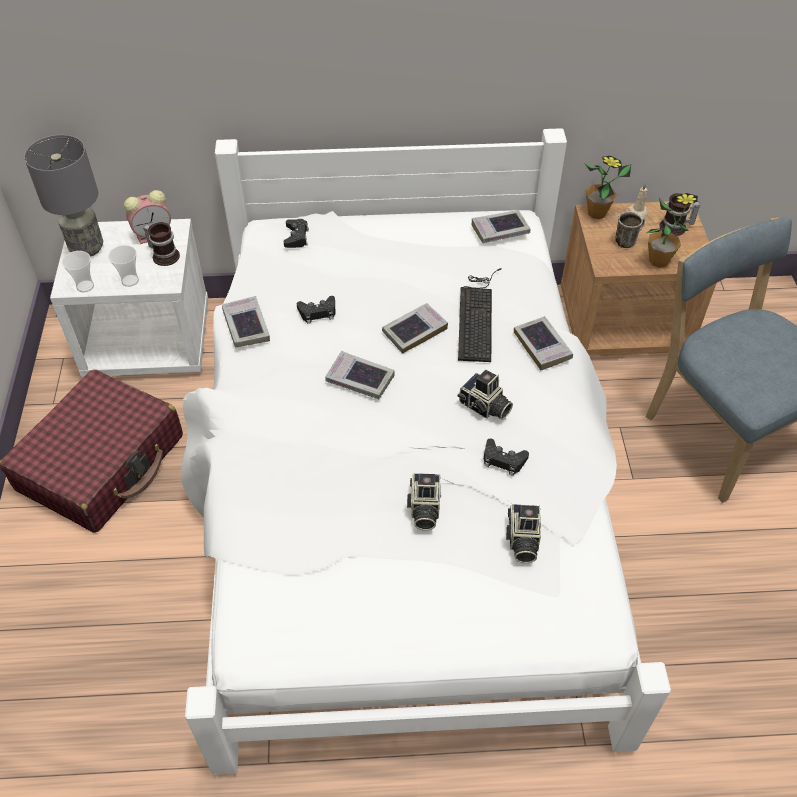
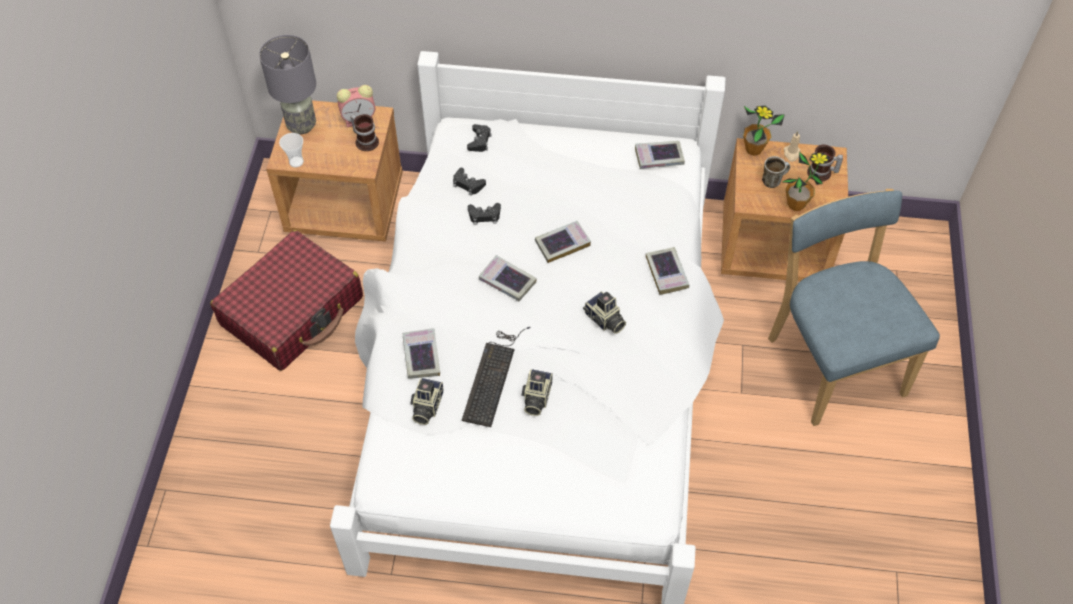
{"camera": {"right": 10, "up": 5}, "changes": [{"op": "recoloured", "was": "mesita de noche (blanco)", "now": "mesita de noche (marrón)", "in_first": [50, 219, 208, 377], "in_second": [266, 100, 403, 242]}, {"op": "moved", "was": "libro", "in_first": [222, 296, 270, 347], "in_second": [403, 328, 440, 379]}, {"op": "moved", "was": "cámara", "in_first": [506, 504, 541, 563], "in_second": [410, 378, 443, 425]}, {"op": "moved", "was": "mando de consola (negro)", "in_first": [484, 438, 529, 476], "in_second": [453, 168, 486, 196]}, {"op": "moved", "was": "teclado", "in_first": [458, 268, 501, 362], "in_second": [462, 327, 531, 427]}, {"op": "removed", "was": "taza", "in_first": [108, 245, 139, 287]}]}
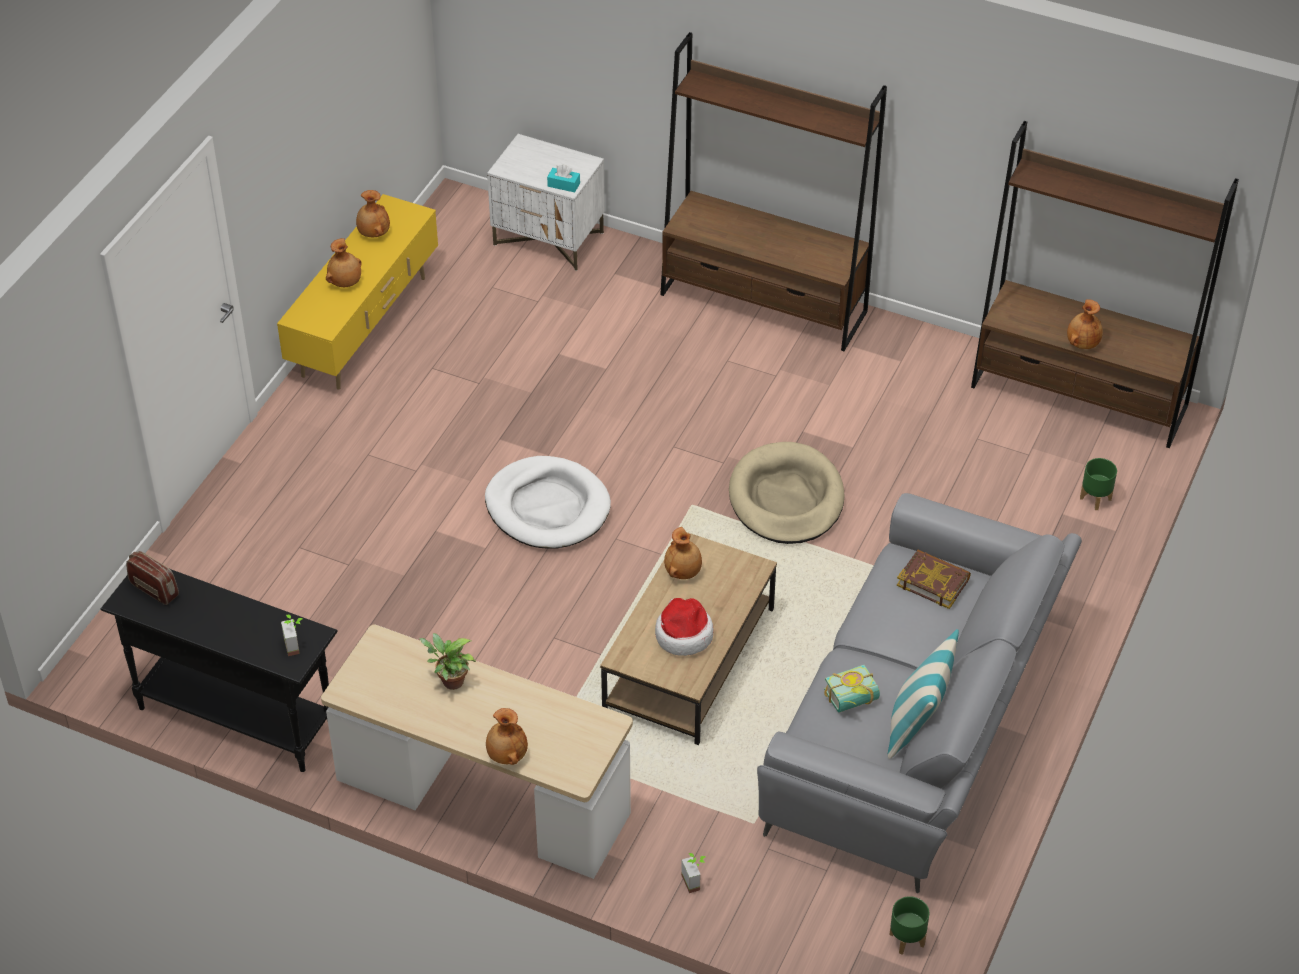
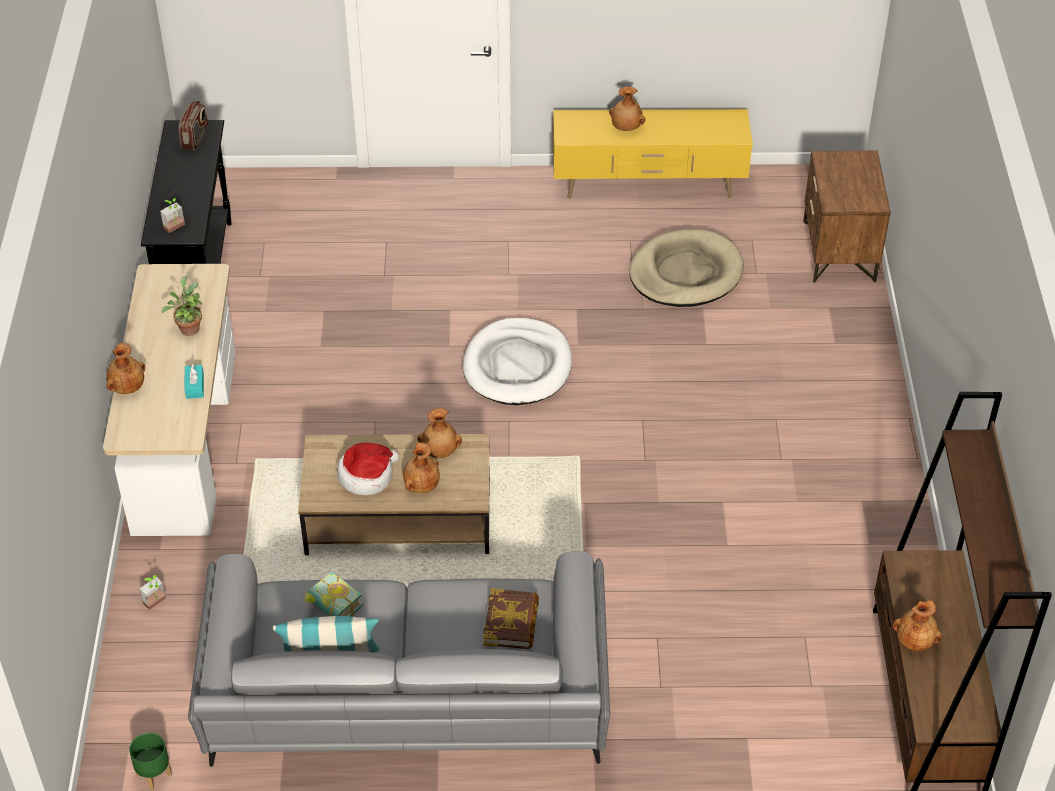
{"camera": {"right": 65, "up": 0}, "changes": [{"op": "moved", "was": "caja de pañuelos (turquesa)", "in_first": [547, 165, 580, 192], "in_second": [184, 364, 204, 399]}, {"op": "moved", "was": "florero (marrón)", "in_first": [356, 190, 390, 237], "in_second": [403, 442, 440, 493]}, {"op": "moved", "was": "cama para perro (beis)", "in_first": [729, 442, 845, 544], "in_second": [629, 229, 744, 307]}, {"op": "recoloured", "was": "mesita de noche (blanco)", "now": "mesita de noche (marrón)", "in_first": [487, 134, 605, 271], "in_second": [803, 151, 891, 283]}, {"op": "removed", "was": "estantería (marrón)", "in_first": [660, 32, 887, 351]}, {"op": "removed", "was": "maceta (verde)", "in_first": [1080, 458, 1117, 510]}]}
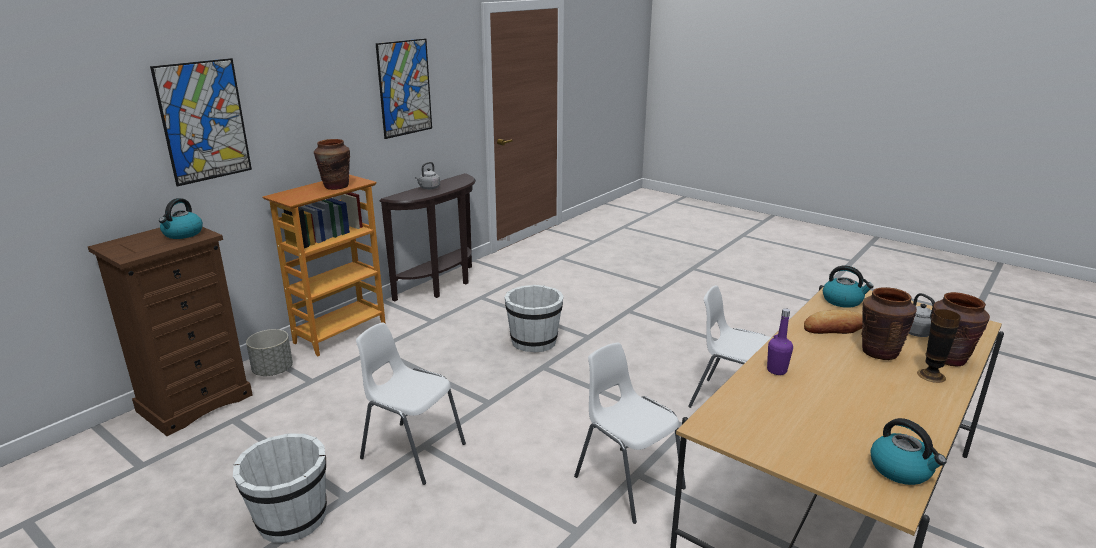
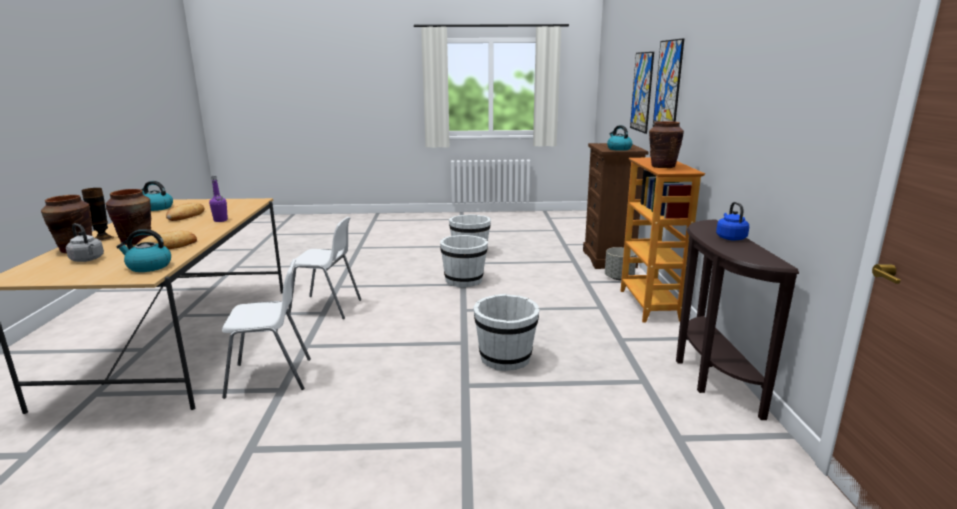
{"camera": {"right": 140, "up": -5}, "changes": [{"op": "added", "now": "pan", "in_second": [166, 202, 205, 221]}, {"op": "replaced", "was": "silla (blanco)", "now": "cubo (blanco)", "in_first": [356, 322, 466, 485], "in_second": [440, 235, 488, 288]}, {"op": "moved", "was": "cuadro", "in_first": [376, 39, 432, 139], "in_second": [630, 52, 654, 134]}, {"op": "recoloured", "was": "hervidor (gris)", "now": "hervidor (azul)", "in_first": [415, 162, 440, 189], "in_second": [716, 202, 749, 241]}]}
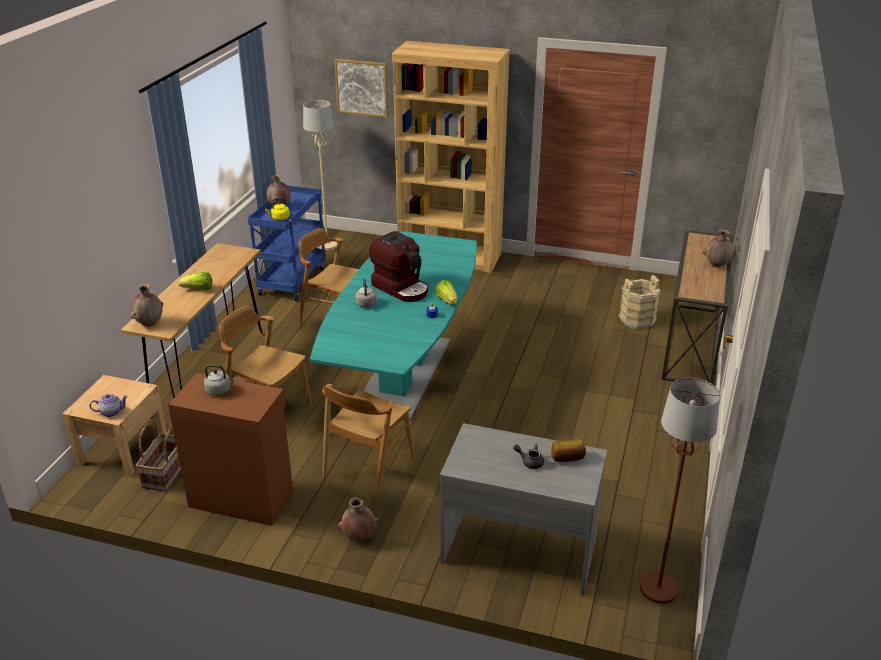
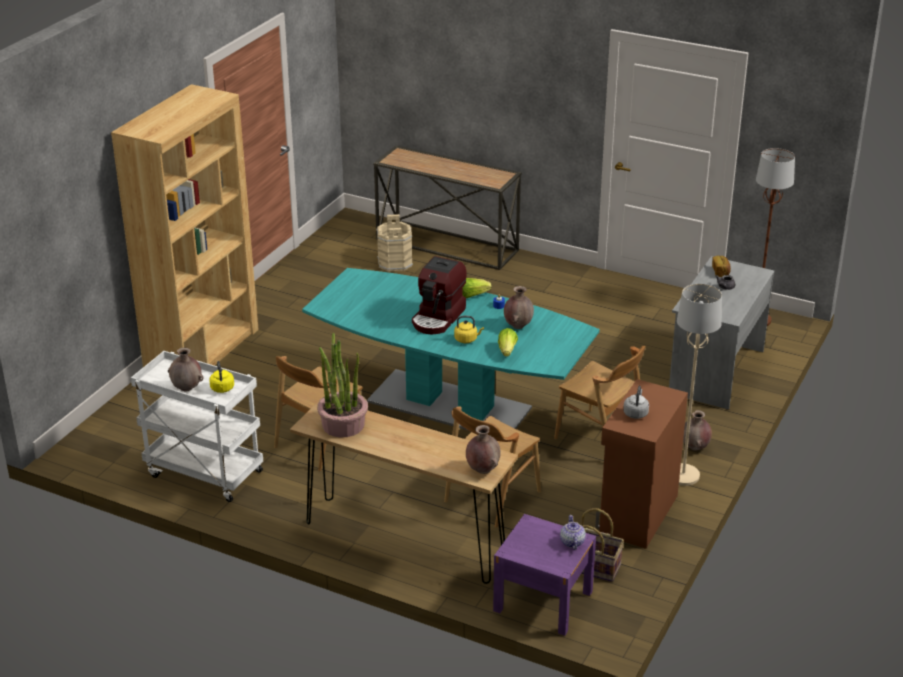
{"camera": {"right": -80, "up": 0}, "changes": [{"op": "recoloured", "was": "carrito (azul)", "now": "carrito (blanco)", "in_first": [248, 185, 326, 301], "in_second": [131, 351, 263, 502]}, {"op": "added", "now": "planta en maceta", "in_second": [317, 333, 368, 437]}, {"op": "turned", "was": "cafetera", "in_first": [369, 231, 428, 302], "in_second": [412, 256, 467, 334], "clockwise": 150}, {"op": "recoloured", "was": "hervidor (gris)", "now": "hervidor (amarillo)", "in_first": [355, 279, 377, 307], "in_second": [454, 316, 484, 343]}, {"op": "recoloured", "was": "mesita de noche (beis)", "now": "mesita de noche (morado)", "in_first": [63, 375, 167, 476], "in_second": [493, 514, 596, 636]}, {"op": "moved", "was": "lechuga", "in_first": [179, 272, 212, 290], "in_second": [498, 328, 518, 357]}, {"op": "moved", "was": "florero (marrón)", "in_first": [703, 229, 736, 267], "in_second": [504, 286, 534, 329]}, {"op": "moved", "was": "lámpara de pie (beis)", "in_first": [303, 100, 337, 250], "in_second": [677, 284, 722, 486]}, {"op": "removed", "was": "cuadro", "in_first": [334, 59, 388, 118]}]}
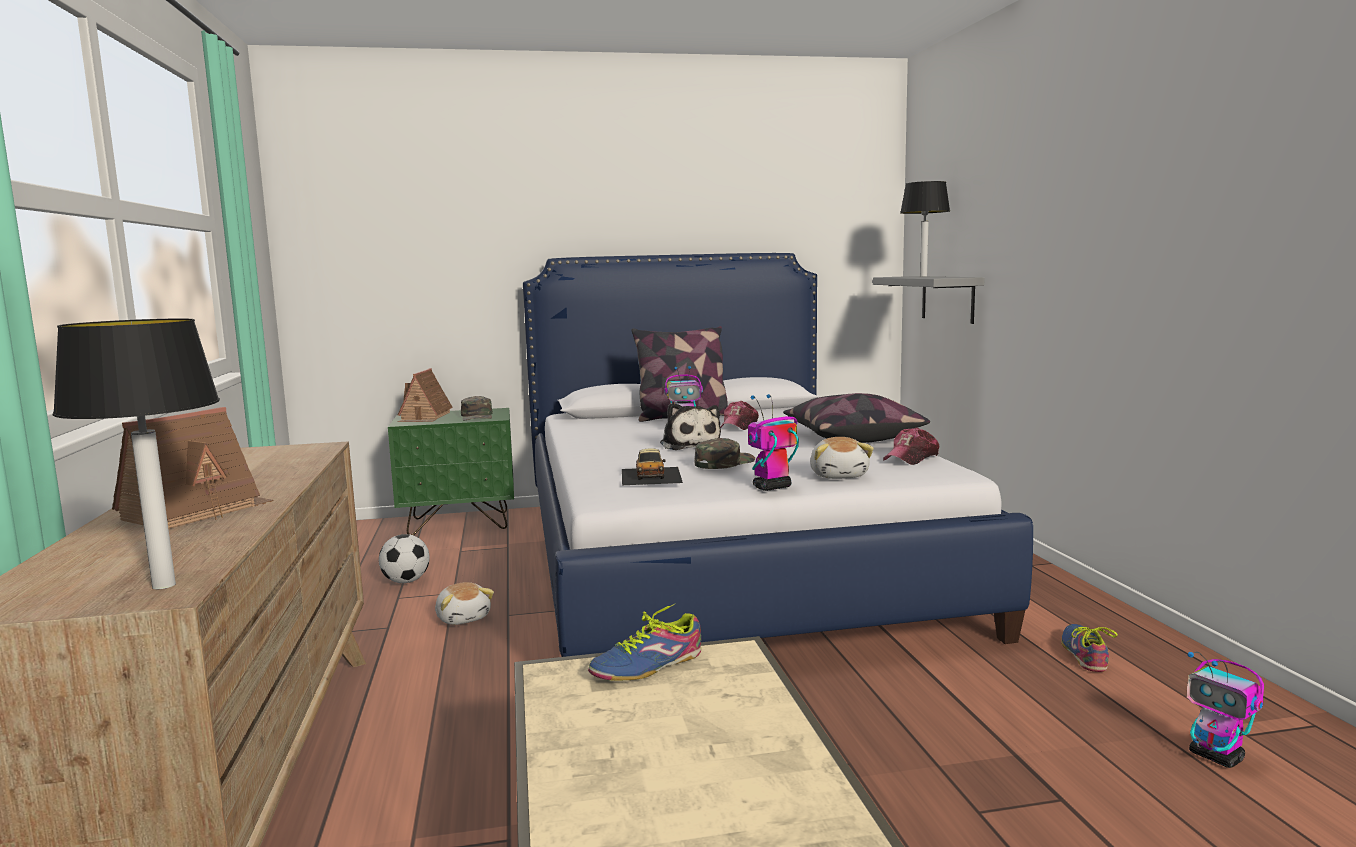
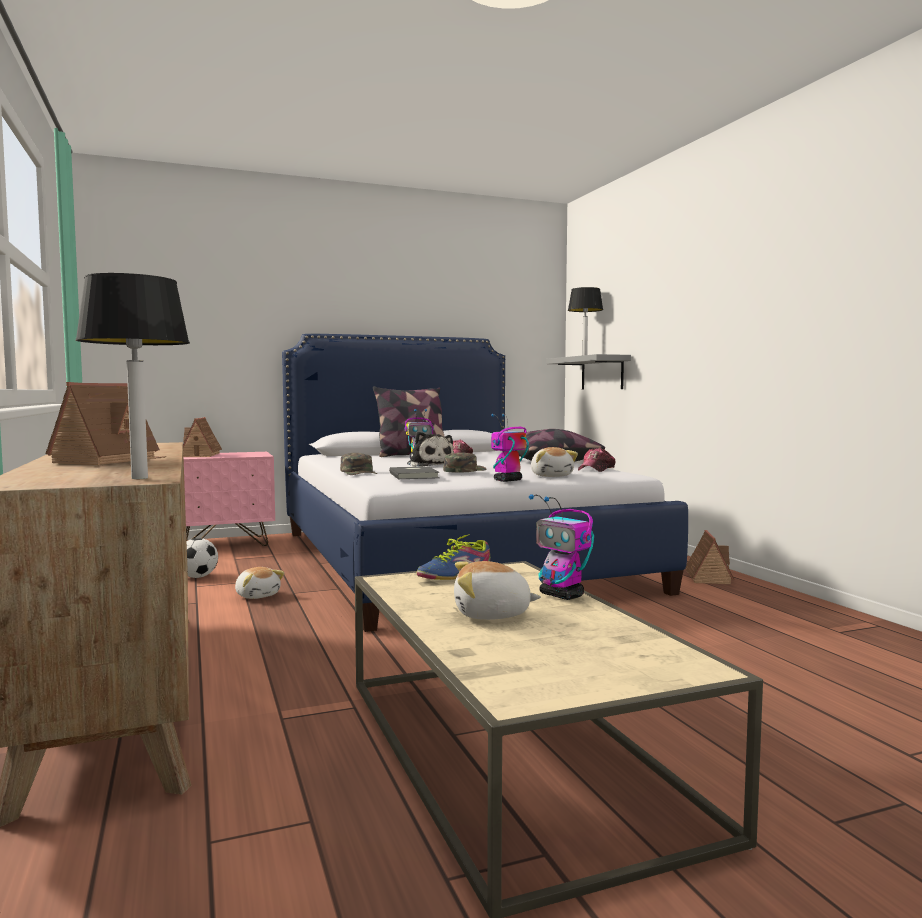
{"camera": {"right": -10, "up": -5}, "changes": [{"op": "recoloured", "was": "mesita de noche (verde)", "now": "mesita de noche (rosa)", "in_first": [388, 408, 514, 535], "in_second": [184, 452, 275, 546]}, {"op": "moved", "was": "gorra (verde)", "in_first": [461, 396, 493, 420], "in_second": [340, 453, 377, 475]}, {"op": "replaced", "was": "coche de juguete", "now": "libro (gris)", "in_first": [622, 448, 683, 485], "in_second": [389, 466, 440, 479]}, {"op": "added", "now": "peluche", "in_second": [454, 561, 541, 620]}, {"op": "moved", "was": "robot de juguete", "in_first": [1187, 652, 1264, 768], "in_second": [529, 494, 594, 600]}, {"op": "added", "now": "casita", "in_second": [685, 530, 734, 584]}, {"op": "removed", "was": "zapato", "in_first": [1061, 624, 1118, 672]}]}
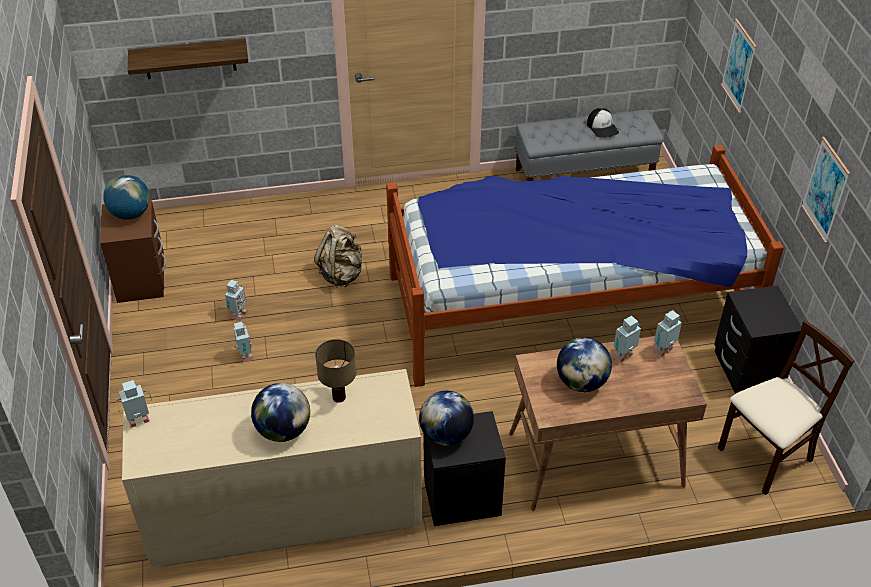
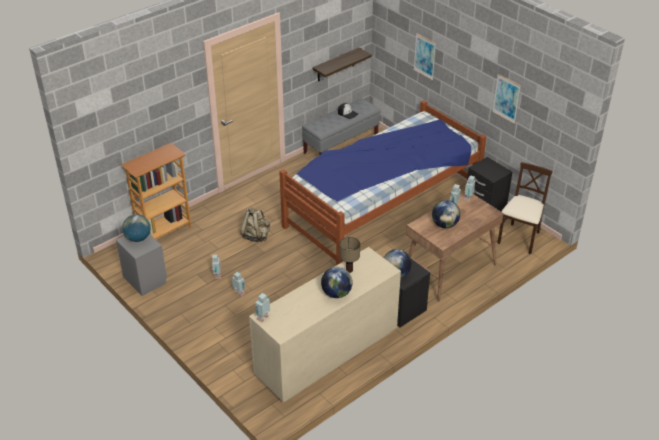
{"camera": {"right": -30, "up": -5}, "changes": [{"op": "recoloured", "was": "mesita de noche (marrón)", "now": "mesita de noche (gris)", "in_first": [100, 199, 166, 303], "in_second": [116, 234, 167, 296]}, {"op": "added", "now": "estantería", "in_second": [121, 143, 191, 239]}, {"op": "moved", "was": "estante", "in_first": [128, 39, 248, 79], "in_second": [312, 47, 372, 82]}]}
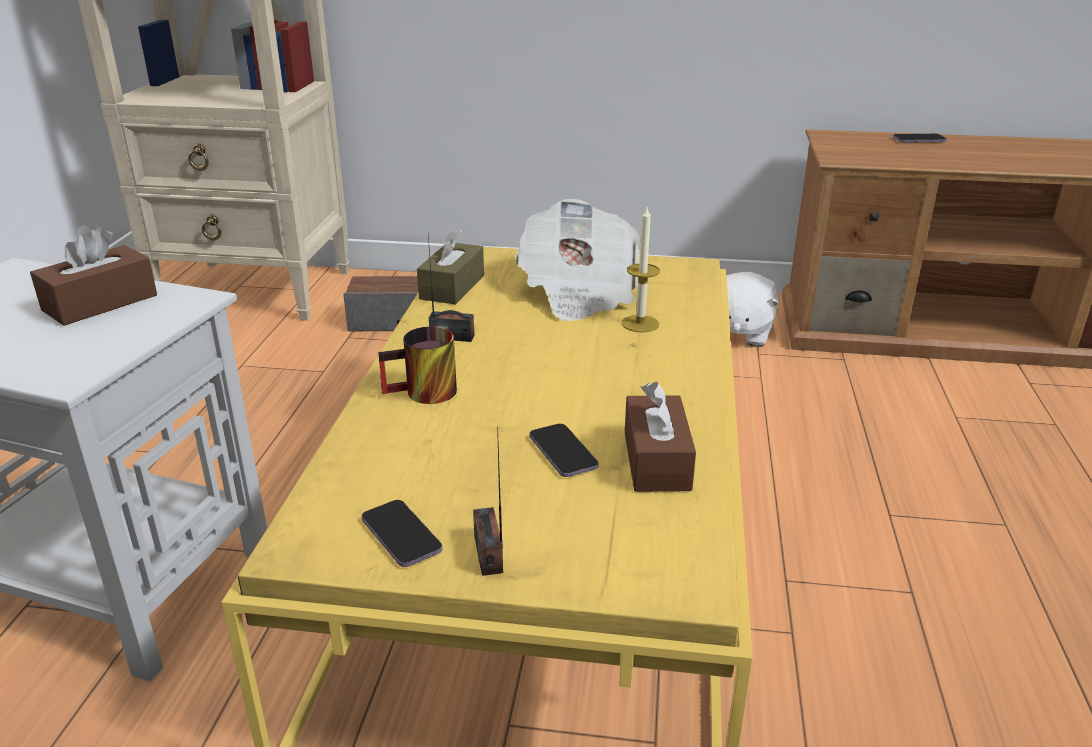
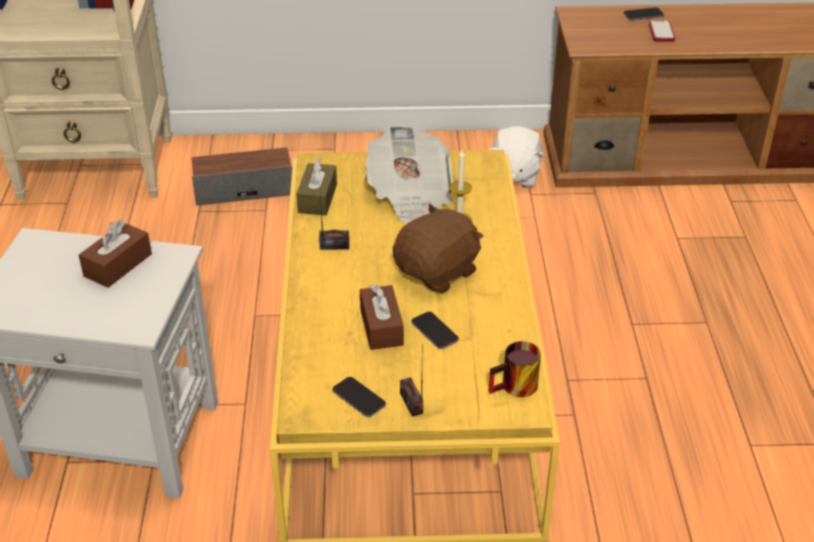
{"camera": {"right": -10, "up": 10}, "changes": [{"op": "moved", "was": "caja de pañuelos (marrón)", "in_first": [625, 382, 696, 492], "in_second": [360, 284, 404, 350]}, {"op": "added", "now": "peluche (marrón)", "in_second": [393, 204, 483, 294]}, {"op": "moved", "was": "taza grande", "in_first": [378, 326, 457, 404], "in_second": [488, 341, 541, 397]}, {"op": "added", "now": "móvil", "in_second": [649, 21, 675, 42]}]}
